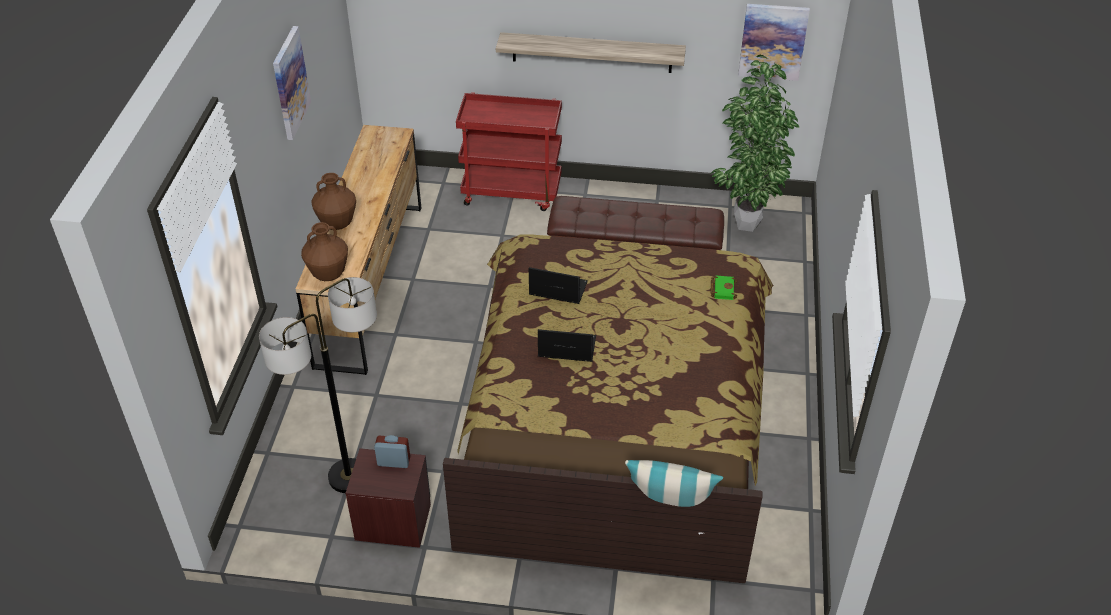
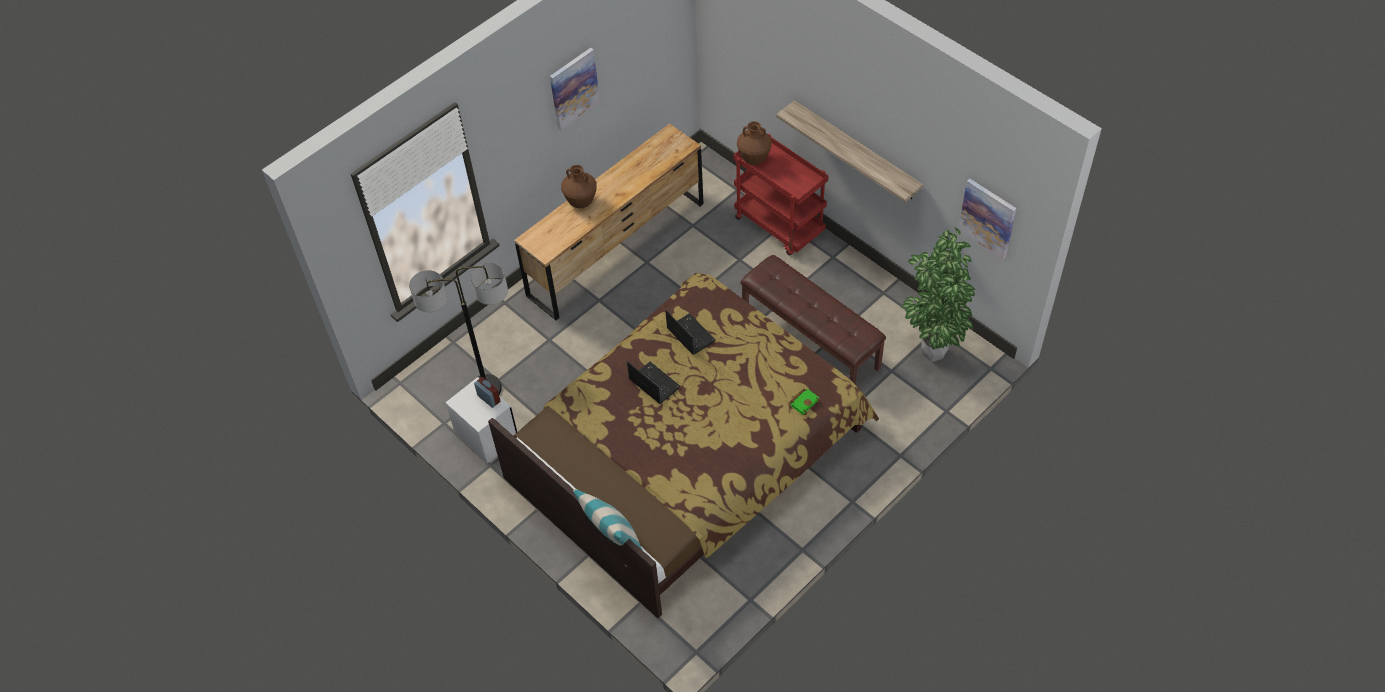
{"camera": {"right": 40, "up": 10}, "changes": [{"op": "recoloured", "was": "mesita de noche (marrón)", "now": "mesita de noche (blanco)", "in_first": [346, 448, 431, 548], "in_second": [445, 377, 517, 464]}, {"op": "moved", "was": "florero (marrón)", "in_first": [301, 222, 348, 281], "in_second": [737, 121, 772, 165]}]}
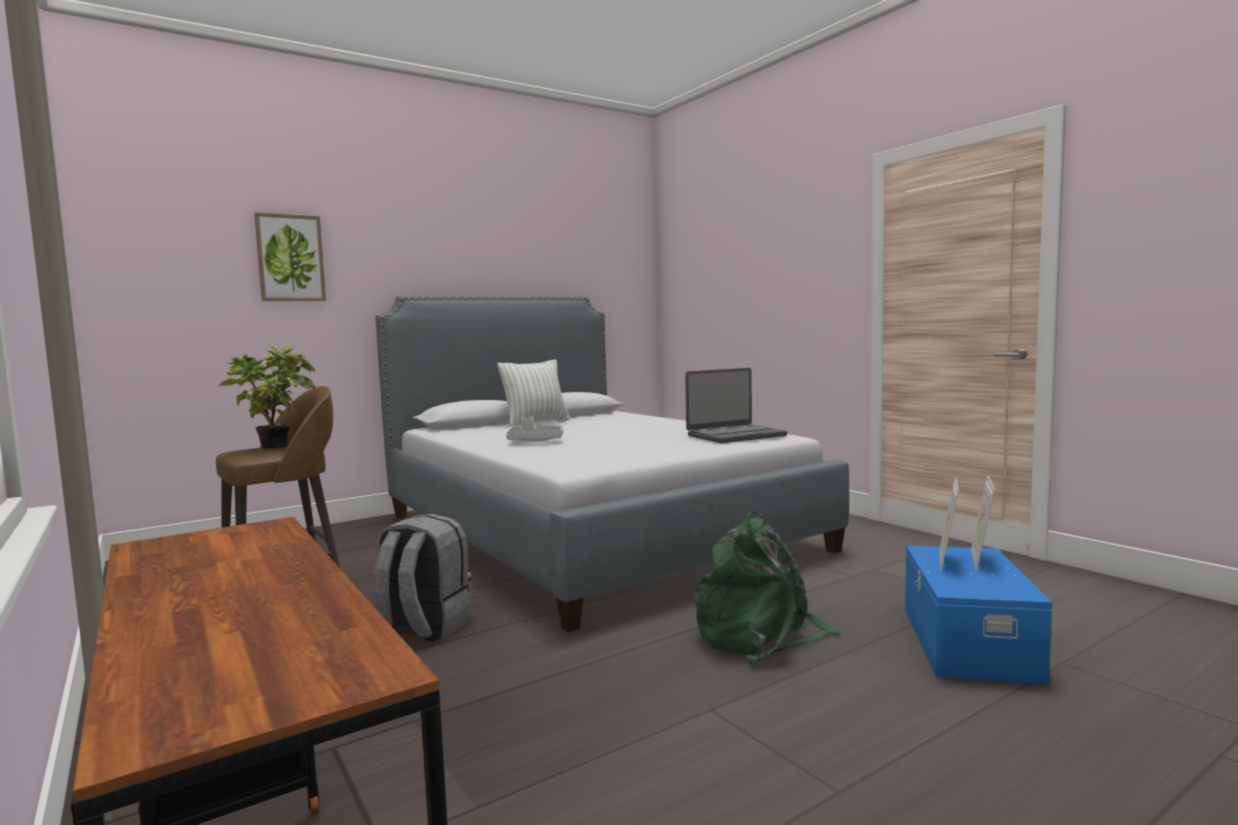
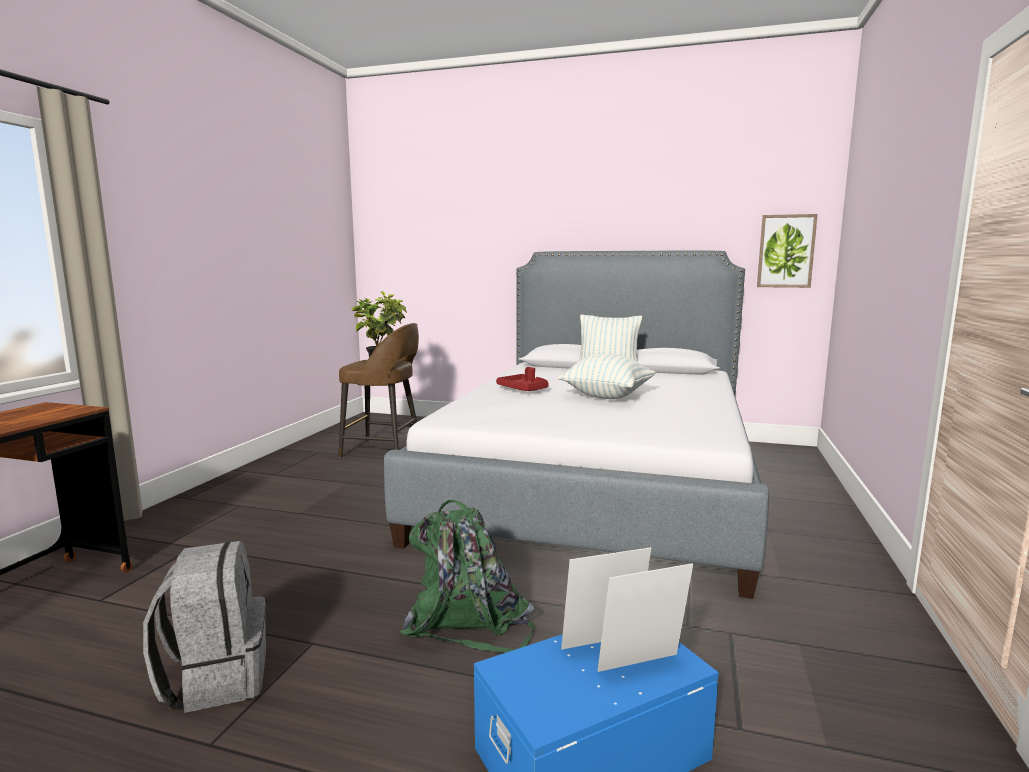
{"camera": {"right": 50, "up": 5}, "changes": [{"op": "moved", "was": "mochila (gris)", "in_first": [372, 514, 472, 642], "in_second": [143, 541, 266, 713]}, {"op": "recoloured", "was": "bandeja (gris)", "now": "bandeja (rojo)", "in_first": [506, 417, 563, 442], "in_second": [496, 367, 548, 391]}, {"op": "added", "now": "cojín", "in_second": [558, 354, 656, 399]}, {"op": "moved", "was": "cuadro", "in_first": [254, 213, 326, 301], "in_second": [757, 214, 818, 288]}, {"op": "removed", "was": "portátil", "in_first": [685, 368, 787, 443]}]}
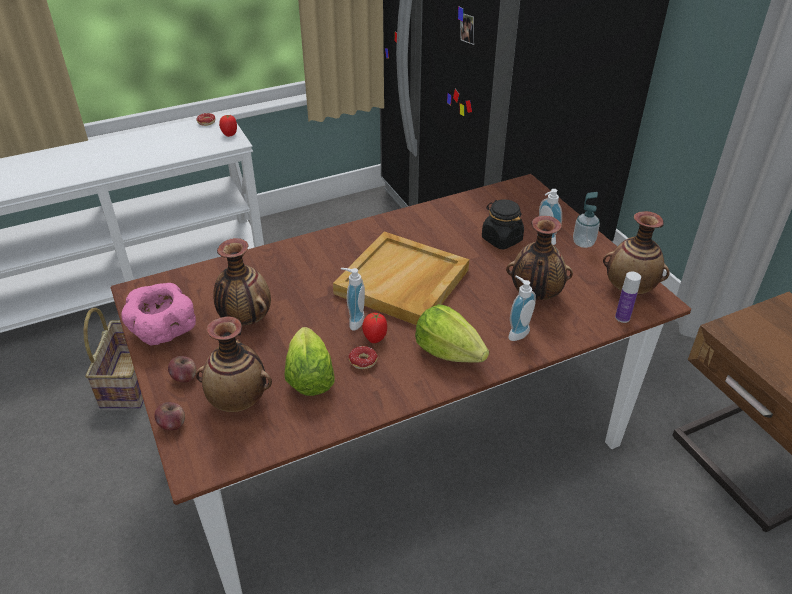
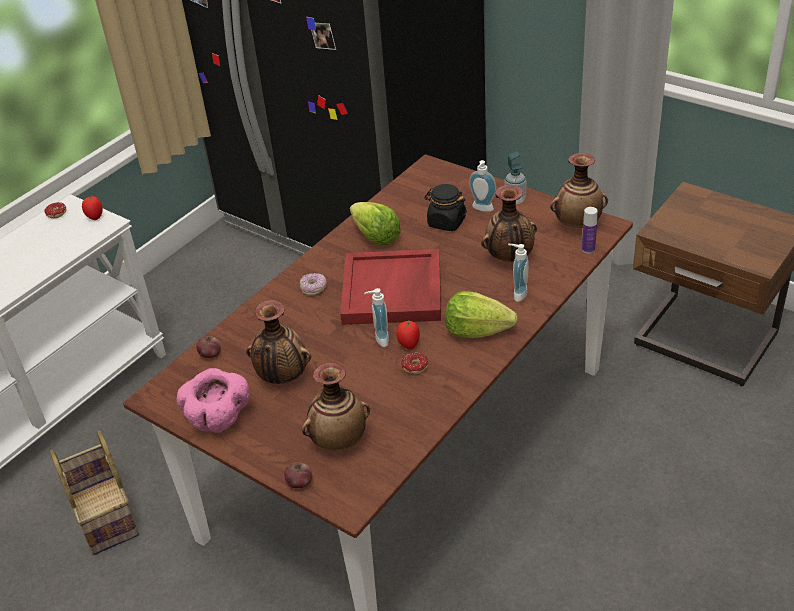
{"camera": {"right": -25, "up": 0}, "changes": [{"op": "moved", "was": "manzana", "in_first": [168, 356, 196, 383], "in_second": [196, 336, 221, 358]}, {"op": "added", "now": "rosquilla", "in_second": [300, 273, 326, 295]}, {"op": "recoloured", "was": "bandeja (beis)", "now": "bandeja (rojo)", "in_first": [333, 231, 469, 325], "in_second": [340, 249, 441, 325]}, {"op": "moved", "was": "lechuga", "in_first": [284, 327, 335, 396], "in_second": [350, 202, 401, 246]}]}
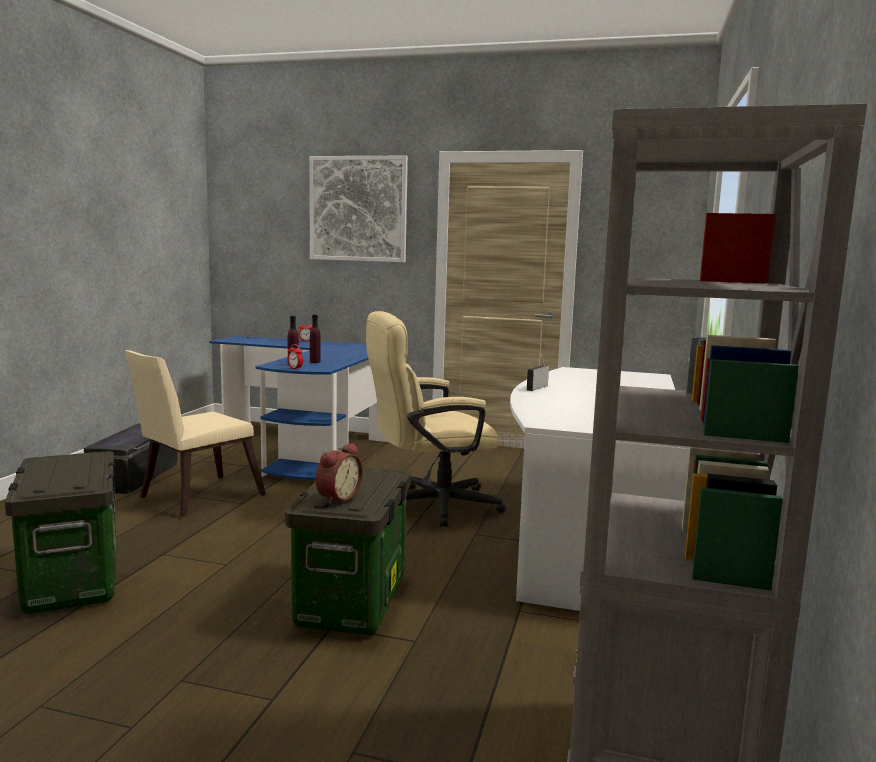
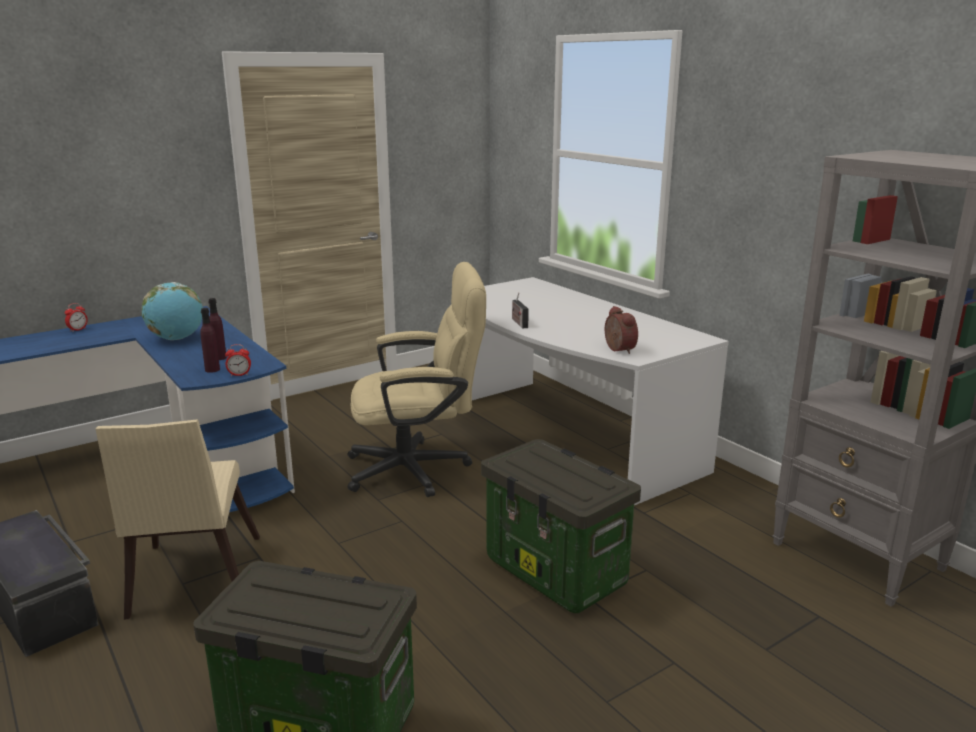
{"camera": {"right": -50, "up": 10}, "changes": [{"op": "added", "now": "globo terráqueo", "in_second": [142, 282, 203, 340]}, {"op": "turned", "was": "silla de oficina (beis)", "in_first": [366, 311, 506, 527], "in_second": [348, 262, 486, 497], "clockwise": -120}, {"op": "moved", "was": "despertador", "in_first": [316, 443, 363, 504], "in_second": [605, 306, 638, 354]}, {"op": "removed", "was": "cuadro", "in_first": [309, 156, 408, 262]}]}
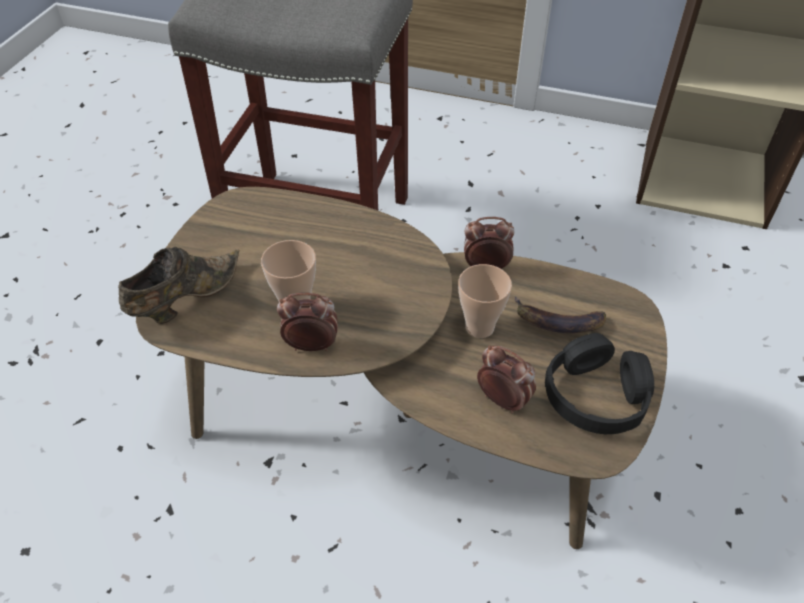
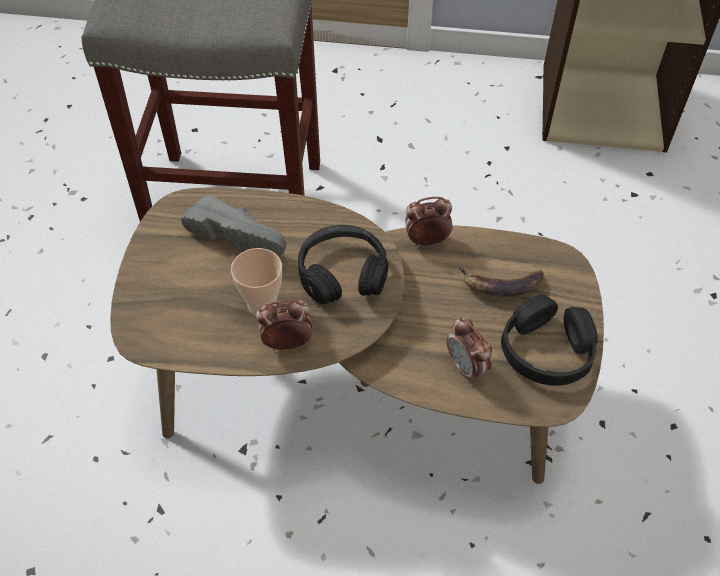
{"camera": {"right": -10, "up": 5}, "changes": [{"op": "added", "now": "zapato (gris)", "in_second": [181, 194, 286, 256]}, {"op": "added", "now": "auriculares (negro)", "in_second": [298, 225, 389, 304]}, {"op": "turned", "was": "despertador", "in_first": [477, 345, 536, 413], "in_second": [447, 317, 492, 381], "clockwise": -150}, {"op": "removed", "was": "zapato (marrón)", "in_first": [118, 247, 239, 324]}, {"op": "removed", "was": "taza", "in_first": [458, 264, 512, 338]}]}
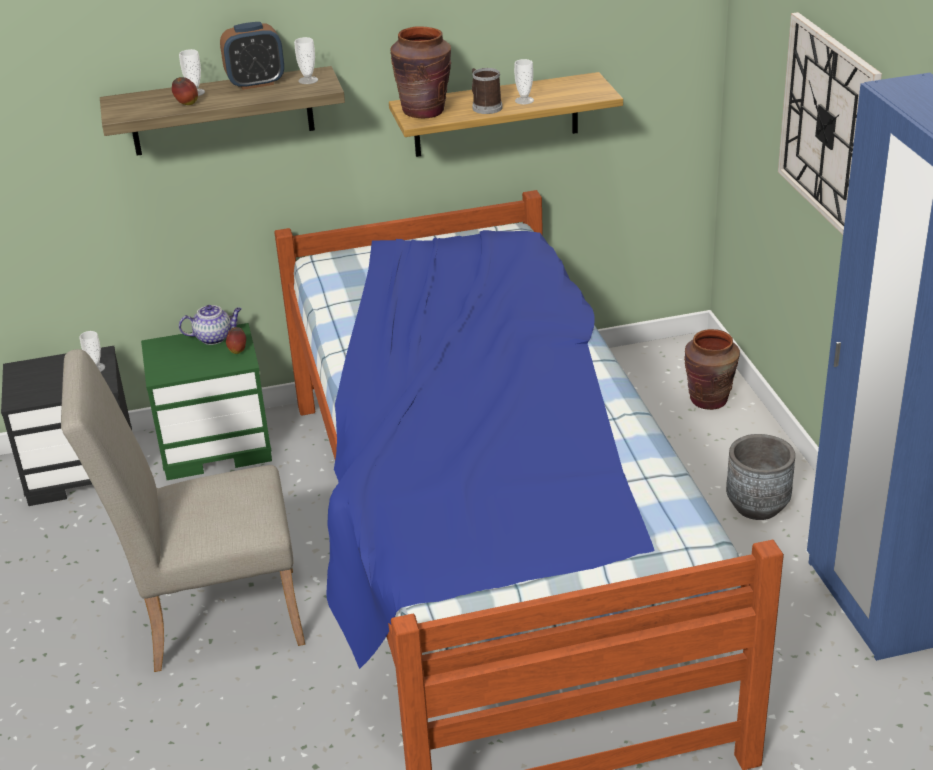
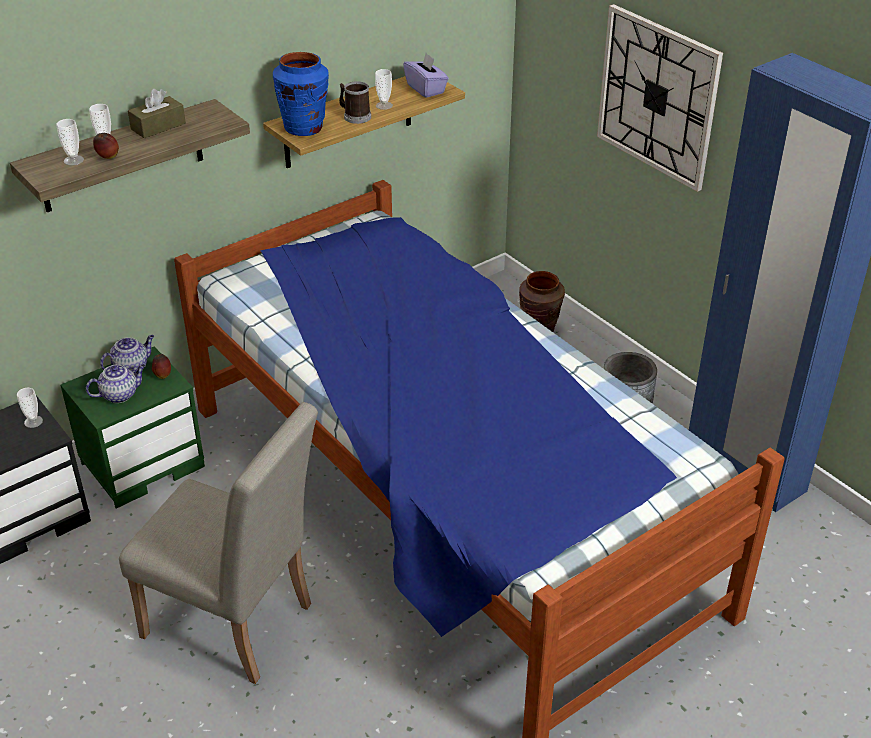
{"camera": {"right": -25, "up": 5}, "changes": [{"op": "moved", "was": "taza", "in_first": [294, 37, 318, 84], "in_second": [56, 119, 84, 165]}, {"op": "added", "now": "tetera", "in_second": [86, 364, 146, 403]}, {"op": "turned", "was": "silla (beis)", "in_first": [61, 349, 305, 672], "in_second": [119, 402, 318, 684], "clockwise": -120}, {"op": "replaced", "was": "despertador", "now": "caja de pañuelos (marrón)", "in_first": [220, 22, 284, 90], "in_second": [128, 89, 186, 138]}, {"op": "recoloured", "was": "florero (marrón)", "now": "florero (azul)", "in_first": [391, 27, 451, 119], "in_second": [273, 52, 329, 136]}, {"op": "added", "now": "caja de pañuelos (morado)", "in_second": [403, 53, 449, 98]}]}
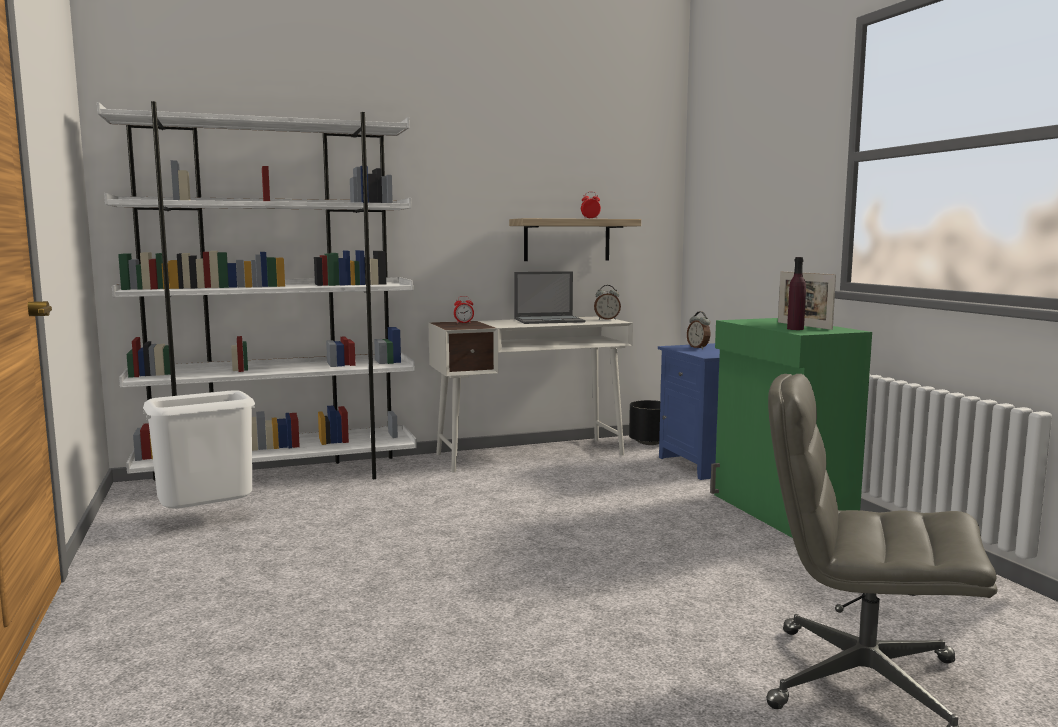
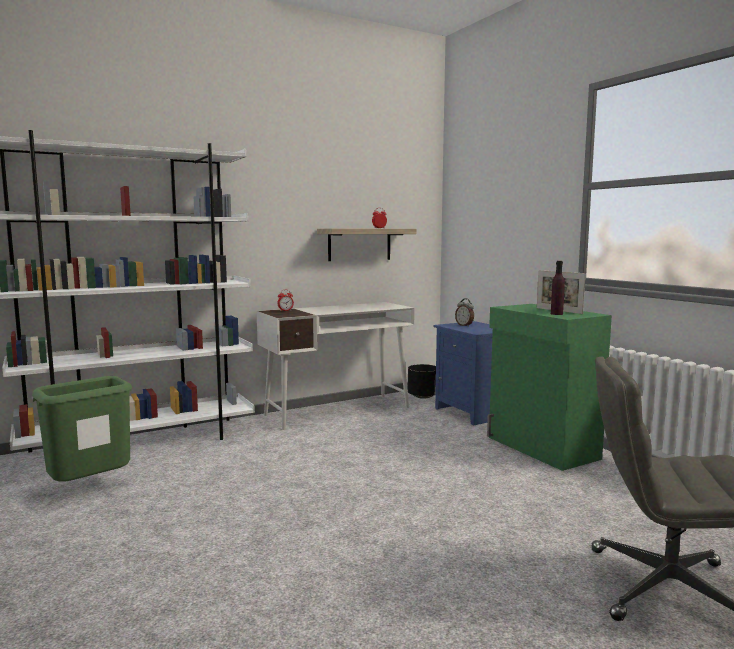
{"camera": {"right": -10, "up": 0}, "changes": [{"op": "recoloured", "was": "papelera (blanco)", "now": "papelera (verde)", "in_first": [143, 390, 255, 509], "in_second": [32, 376, 132, 482]}, {"op": "removed", "was": "portátil", "in_first": [514, 271, 585, 324]}, {"op": "removed", "was": "despertador", "in_first": [594, 285, 621, 320]}]}
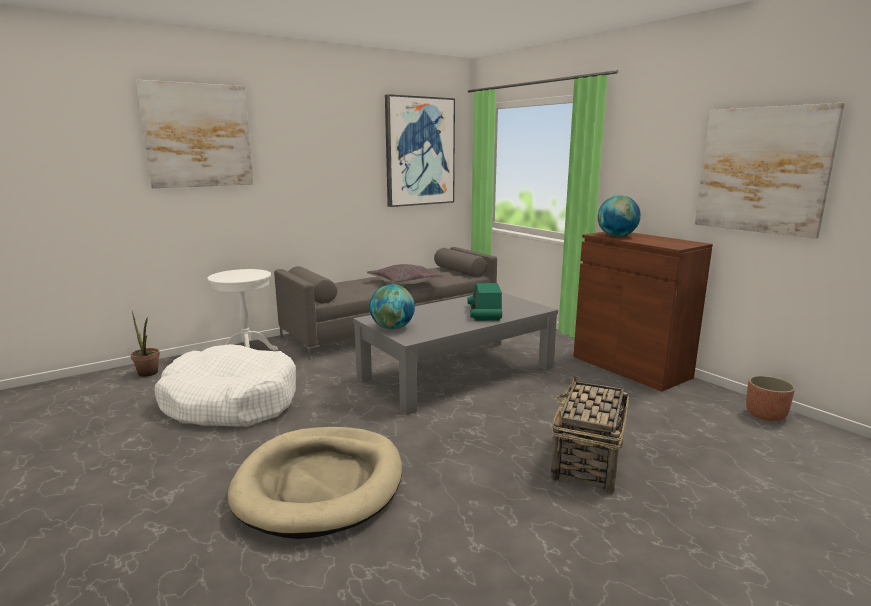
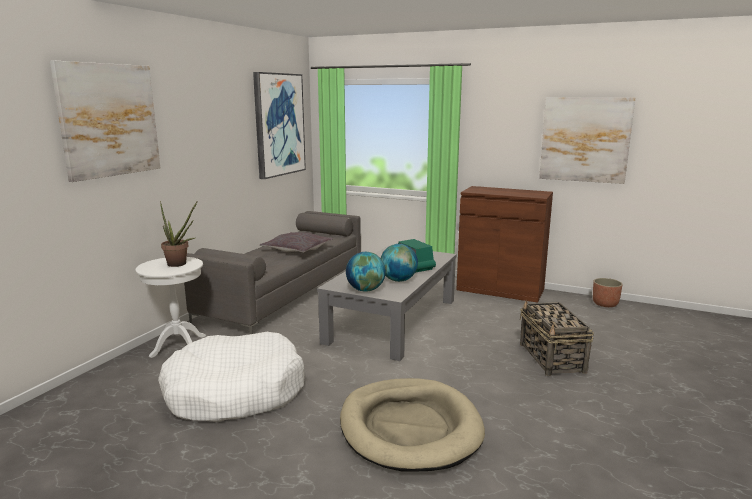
{"camera": {"right": -30, "up": 0}, "changes": [{"op": "moved", "was": "planta en maceta", "in_first": [131, 311, 160, 377], "in_second": [160, 201, 198, 267]}, {"op": "moved", "was": "globo terráqueo", "in_first": [598, 195, 641, 237], "in_second": [381, 244, 418, 282]}]}
